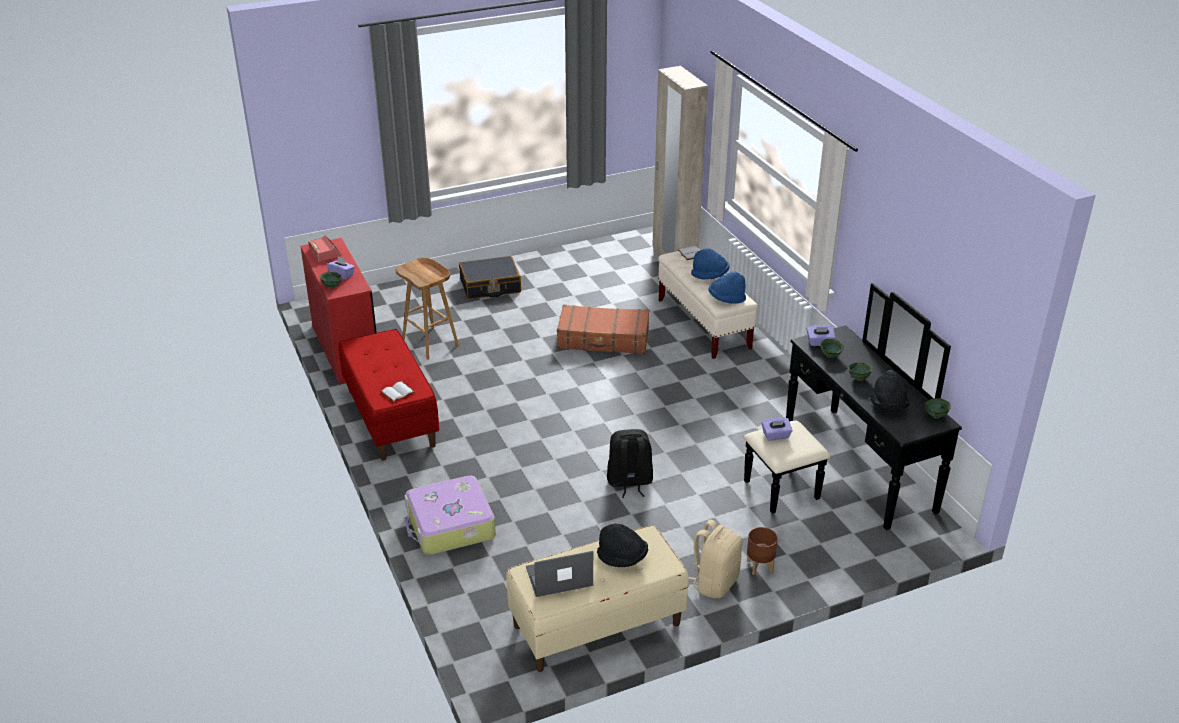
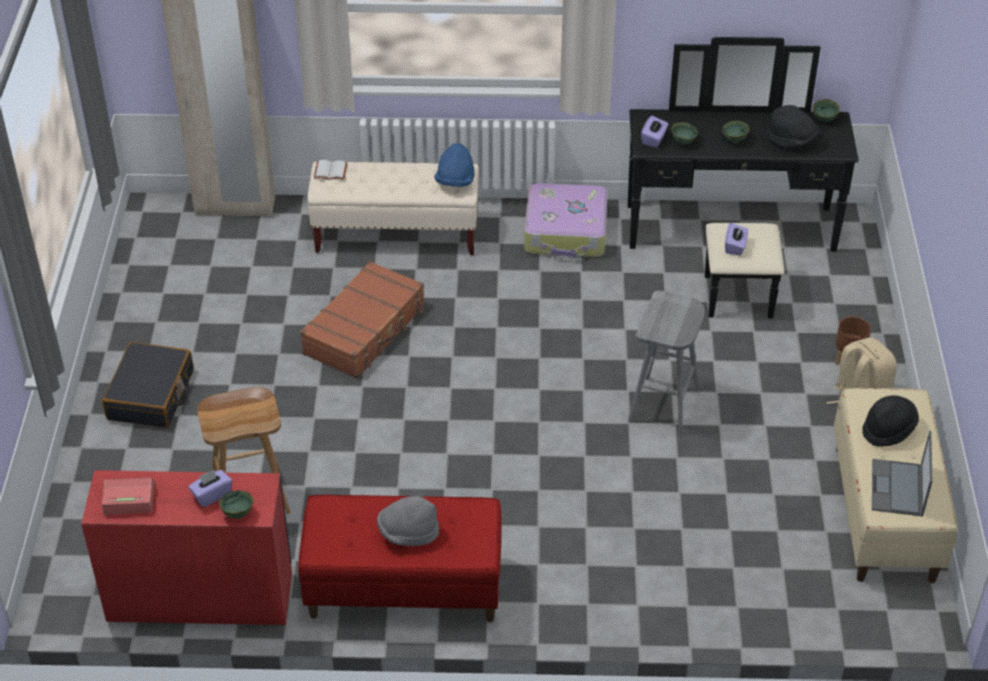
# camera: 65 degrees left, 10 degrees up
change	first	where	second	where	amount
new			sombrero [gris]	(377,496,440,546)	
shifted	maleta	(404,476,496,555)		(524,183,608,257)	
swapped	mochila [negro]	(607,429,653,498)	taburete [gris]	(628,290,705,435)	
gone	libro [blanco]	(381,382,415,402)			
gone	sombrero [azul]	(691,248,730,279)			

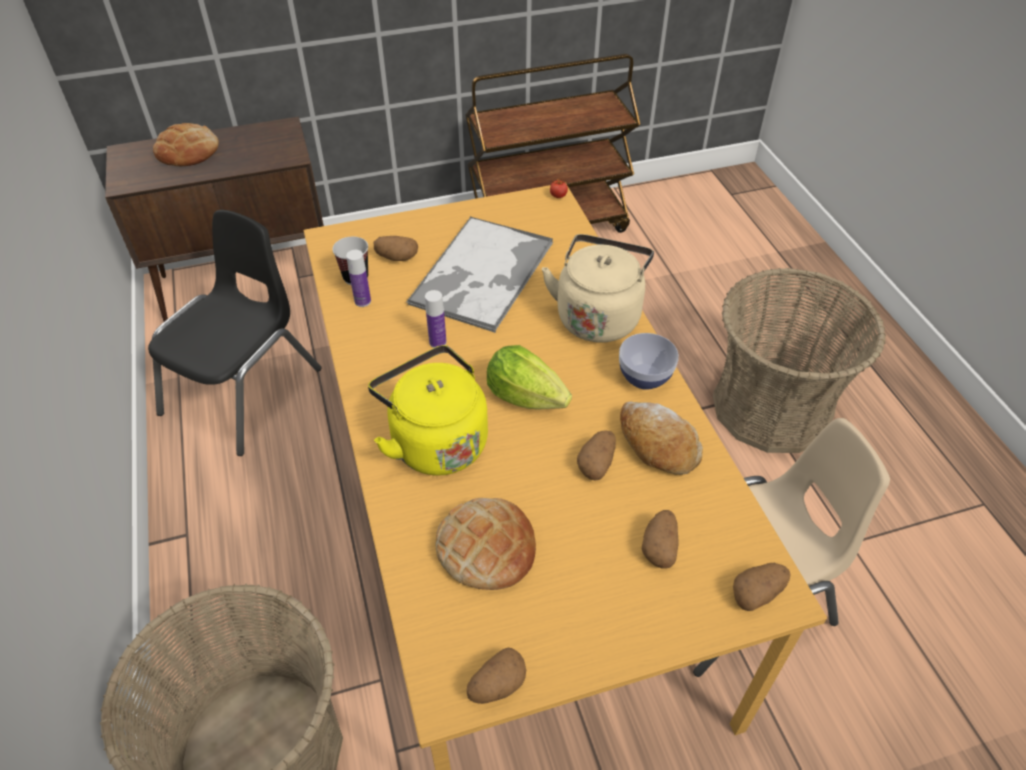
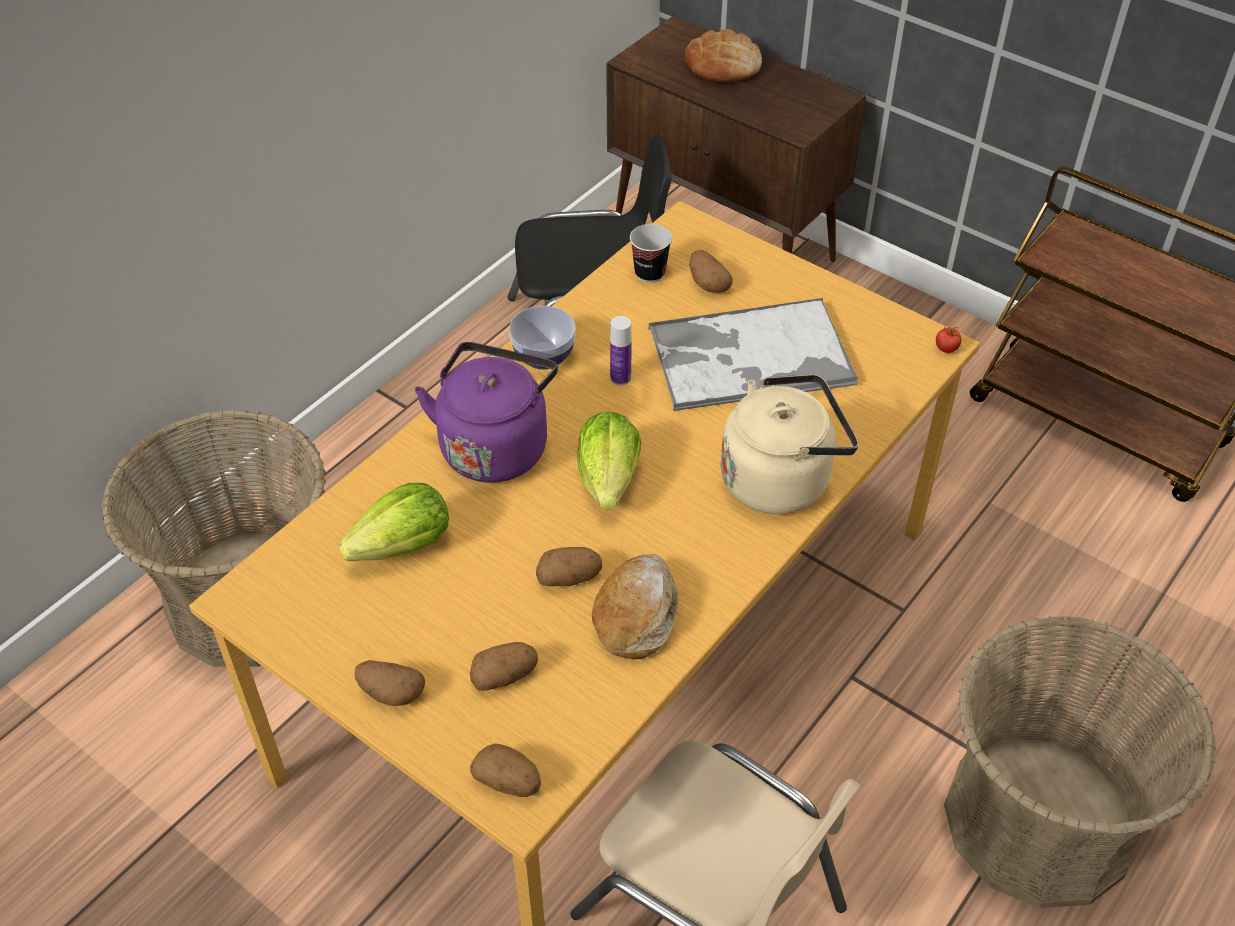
# camera: 55 degrees right, 0 degrees up
change	first	where	second	where	amount
swapped	pan	(436,498,536,590)	lechuga	(339,483,449,561)	
shifted	patata	(467,648,526,704)		(354,660,425,706)	
repainted	hervidor [amarillo]	(368,345,488,475)	hervidor [morado]	(415,342,558,483)	
shifted	cuenco	(619,333,679,390)		(509,306,576,370)	
gone	botella	(346,250,371,307)			

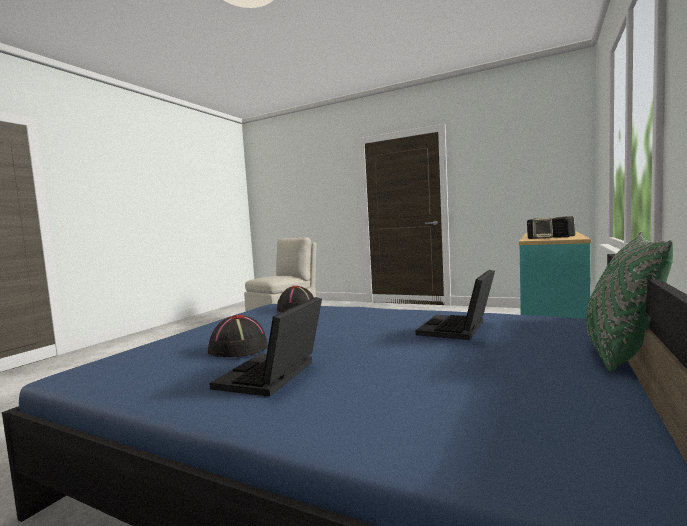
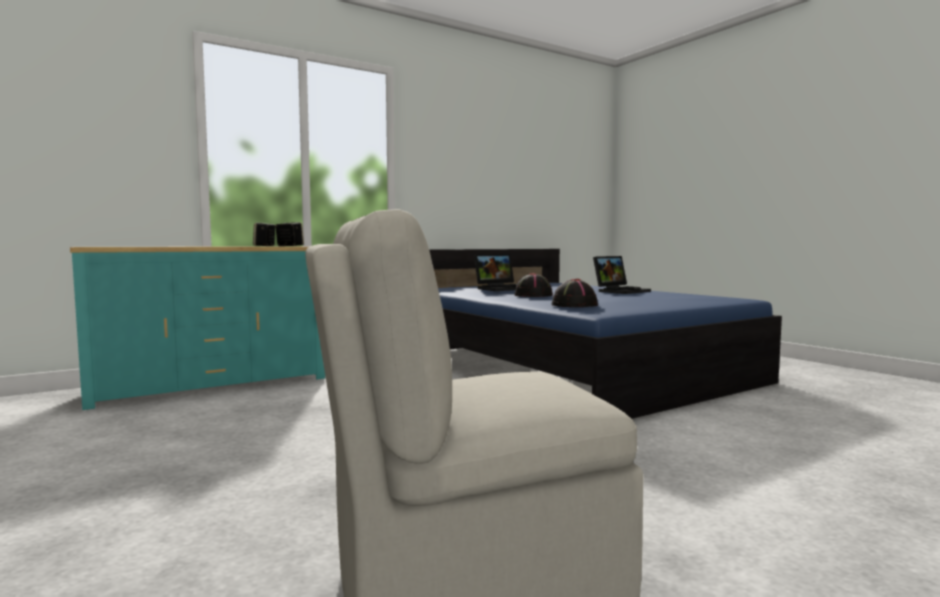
# camera: 150 degrees left, 0 degrees up
change	first	where	second	where	amount
shifted	sombrero [negro]	(208,315,268,357)		(514,273,553,297)	
gone	cojín [verde]	(586,232,673,372)			

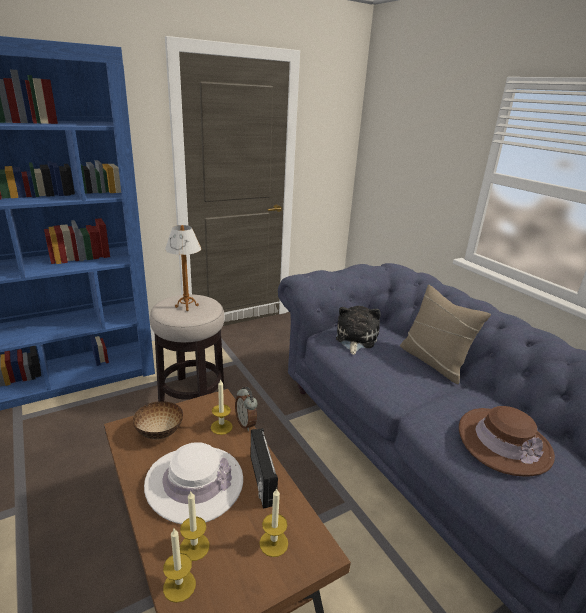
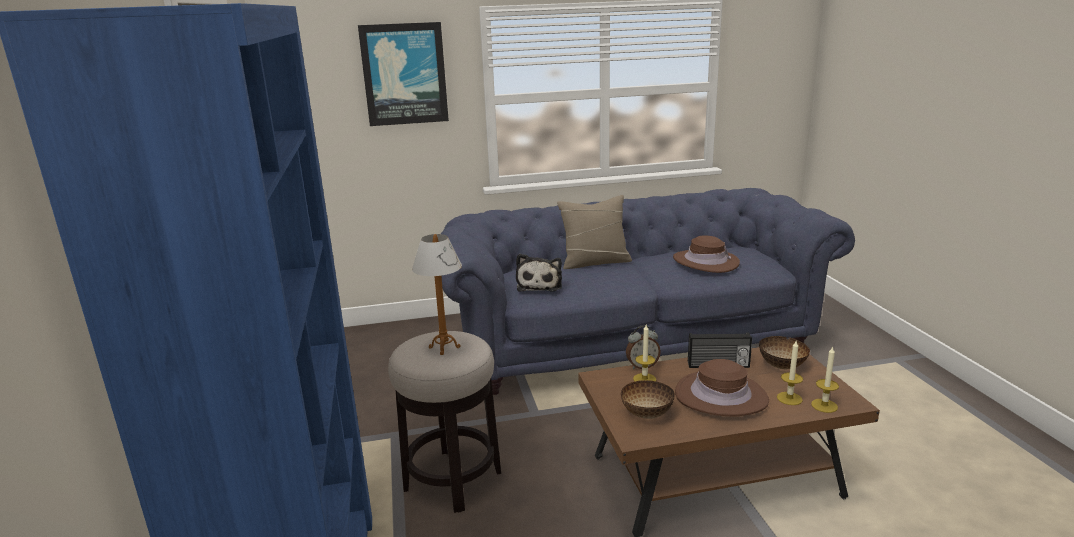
# camera: 70 degrees left, 5 degrees down
change	first	where	second	where	amount
new			cuadro	(358,22,449,126)	
rotated	peluche	(336,306,381,355)		(516,254,562,292)	120 degrees counterclockwise
repainted	sombrero [blanco]	(144,442,243,524)	sombrero [marrón]	(675,359,769,416)	
swapped	vela	(259,488,288,557)	cuenco	(759,336,810,369)	

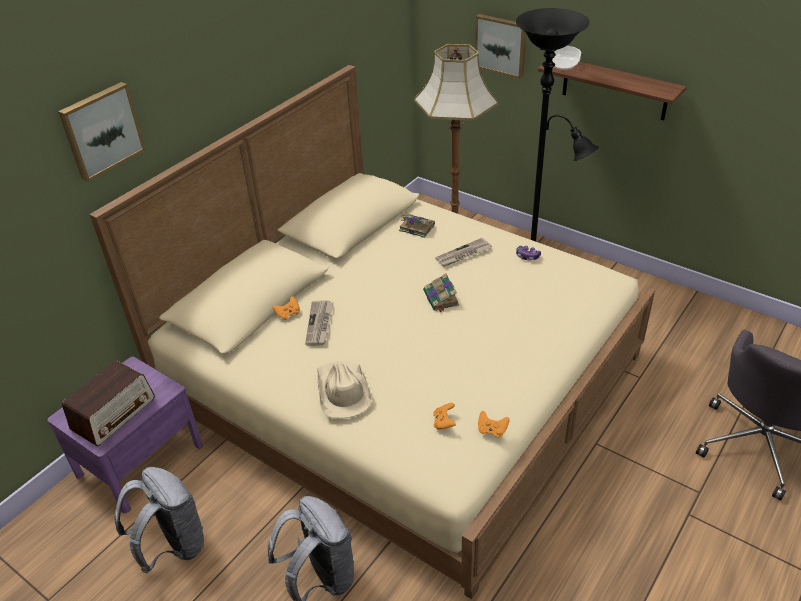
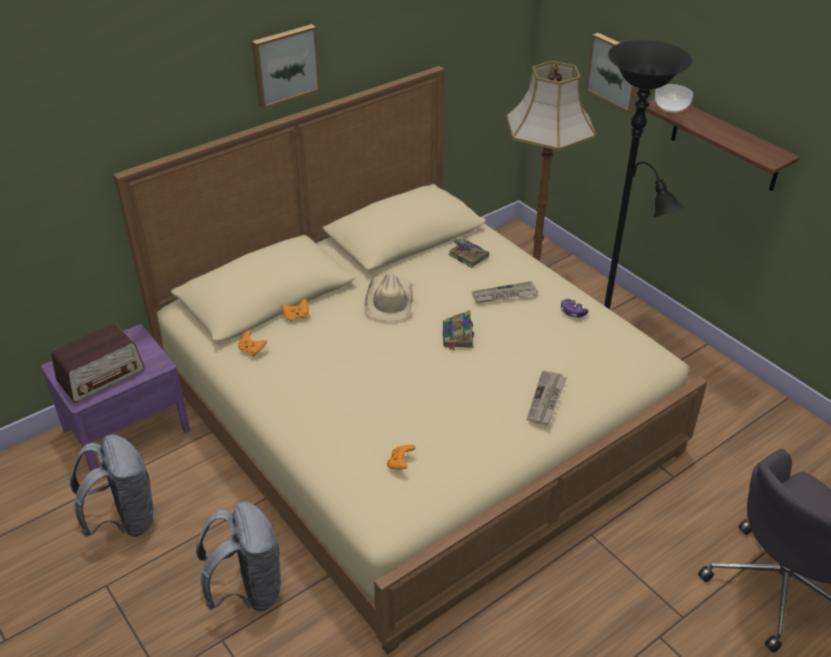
# camera: 15 degrees right, 0 degrees up
change	first	where	second	where	amount
shifted	mando de consola [naranja]	(478,411,509,438)		(238,331,267,357)	
shifted	cuadro	(58,82,146,182)		(252,24,321,109)	
shifted	sombrero [beis]	(317,361,372,418)		(364,272,413,322)	
shifted	periódico	(305,300,334,346)		(527,370,567,425)	

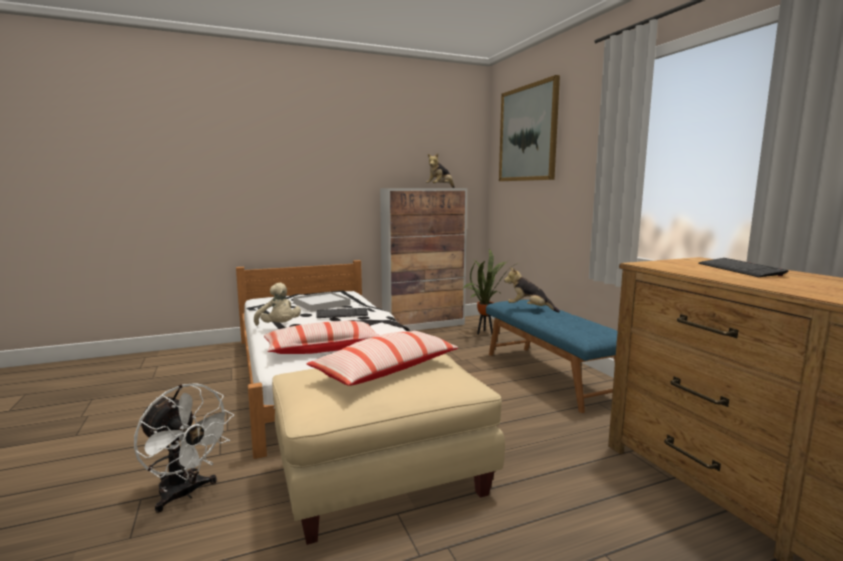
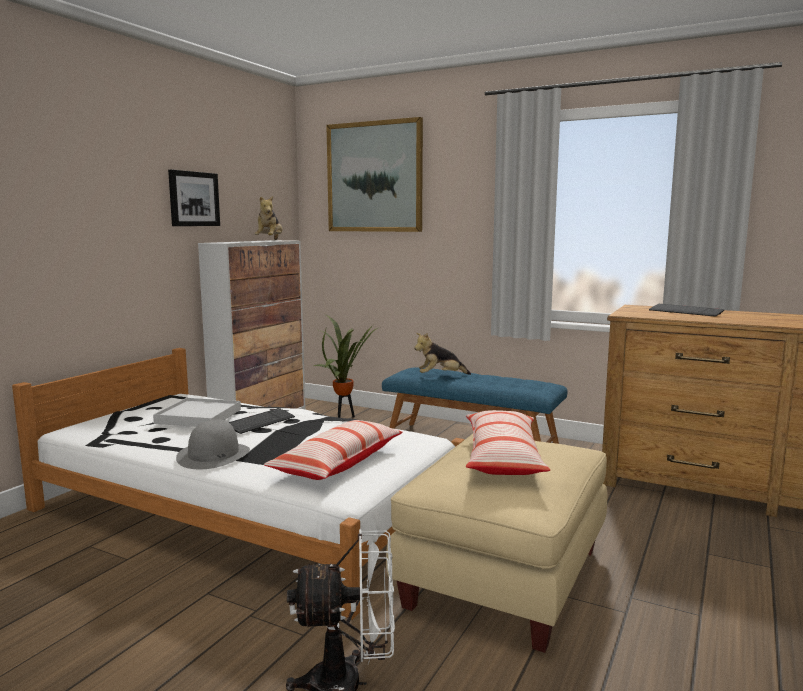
# camera: 40 degrees left, 0 degrees up
change	first	where	second	where	amount
new			cuadro	(168,170,220,226)	
swapped	peluche [beis]	(254,283,301,326)	sombrero [gris]	(176,419,250,469)	

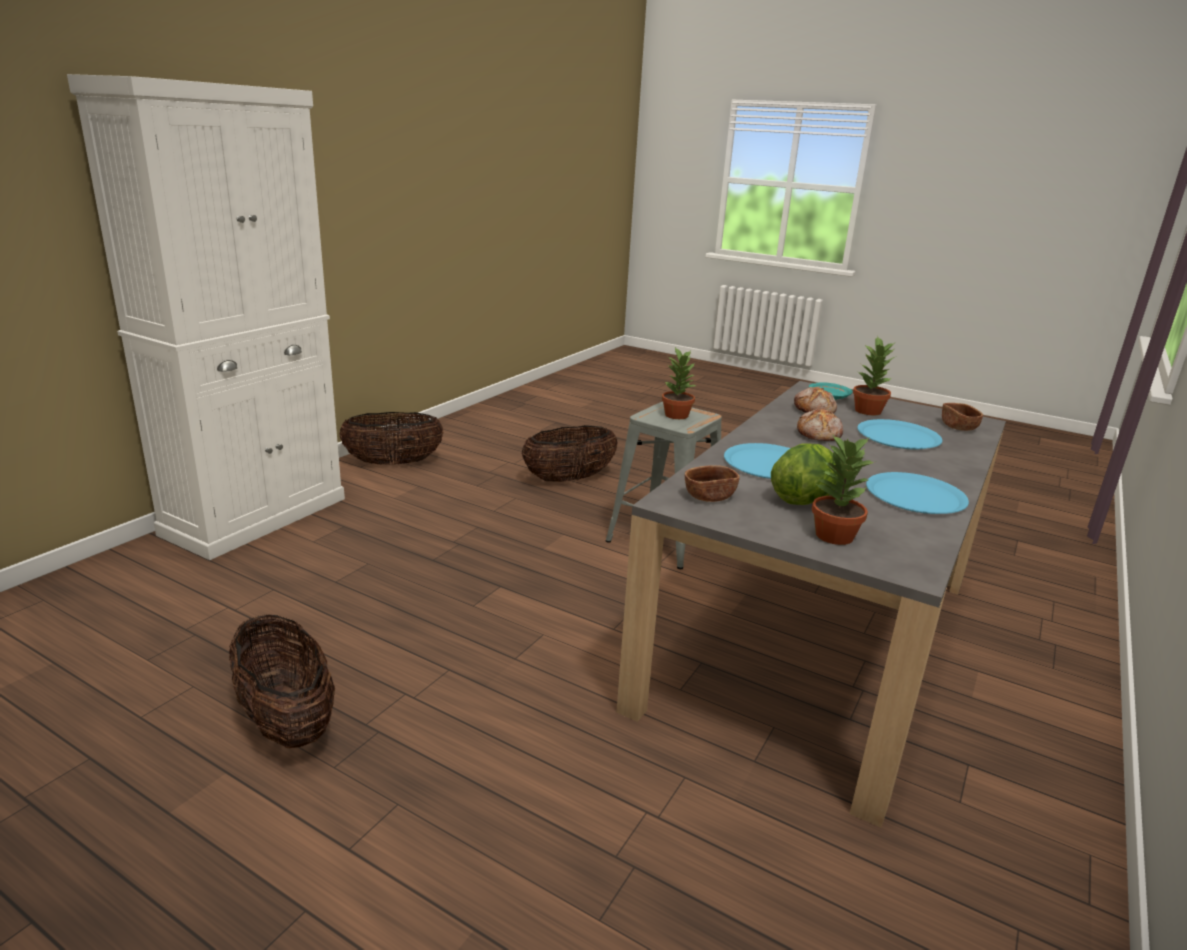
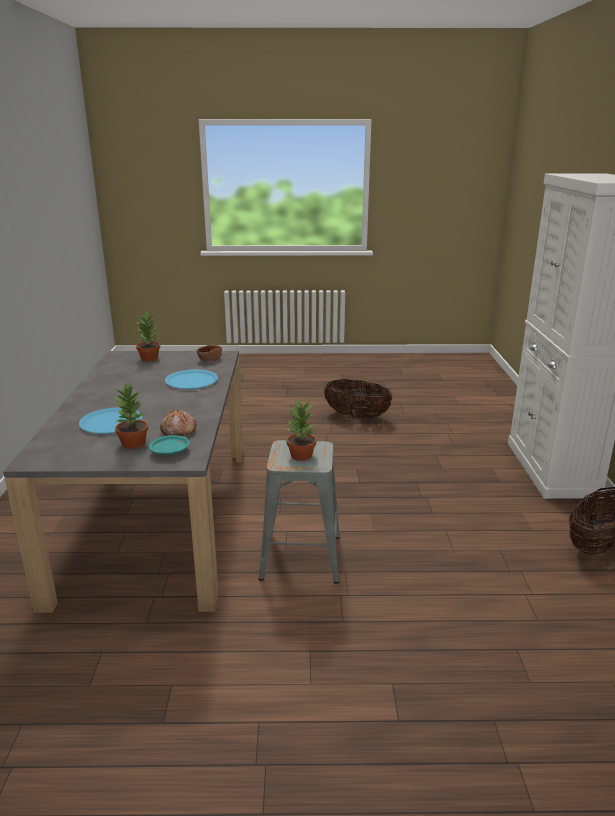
# camera: 150 degrees right, 0 degrees up
change	first	where	second	where	amount
gone	cesta	(522,425,618,482)			
gone	lechuga	(771,443,837,505)			
gone	pan	(797,409,843,441)			
gone	plato [azul]	(866,472,969,514)			
gone	cuenco [marrón]	(942,403,983,431)			

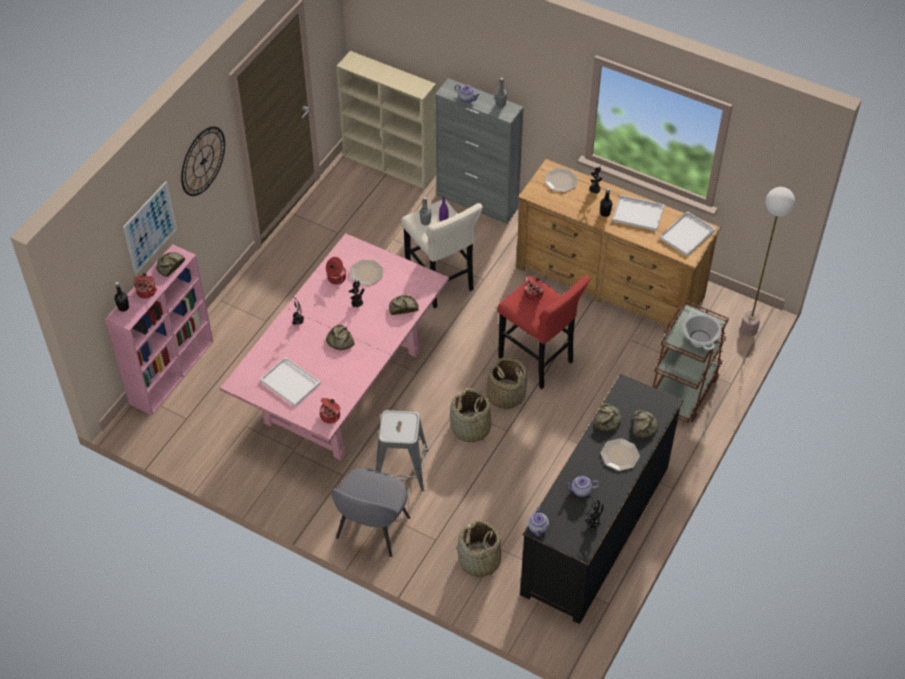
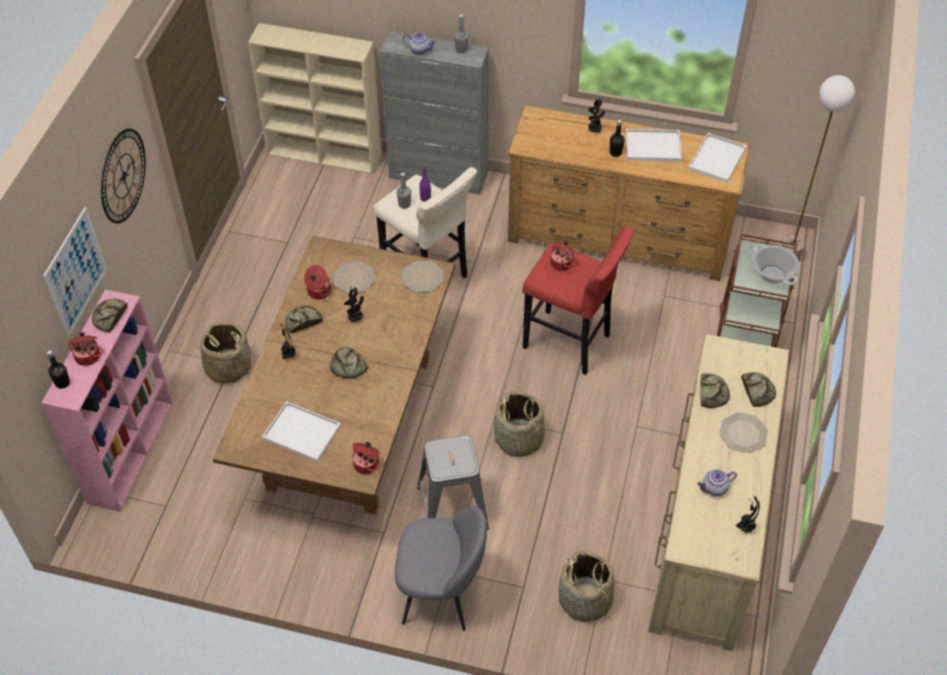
# camera: 15 degrees left, 0 degrees up
change	first	where	second	where	amount
shifted	cesta	(484,357,527,409)		(196,322,251,384)	
repainted	mesa de comedor [rosa]	(220,233,449,460)	mesa de comedor [marrón]	(213,236,455,515)	
shifted	pan	(389,295,419,315)		(285,305,323,333)	
rotated	silla [gris]	(332,468,410,557)		(395,506,487,631)	90 degrees counterclockwise
shifted	plato	(544,168,578,192)		(402,261,443,292)	
repainted	cómoda [negro]	(520,374,683,624)	cómoda [beis]	(648,334,790,651)	
gone	tetera	(528,506,549,536)			

